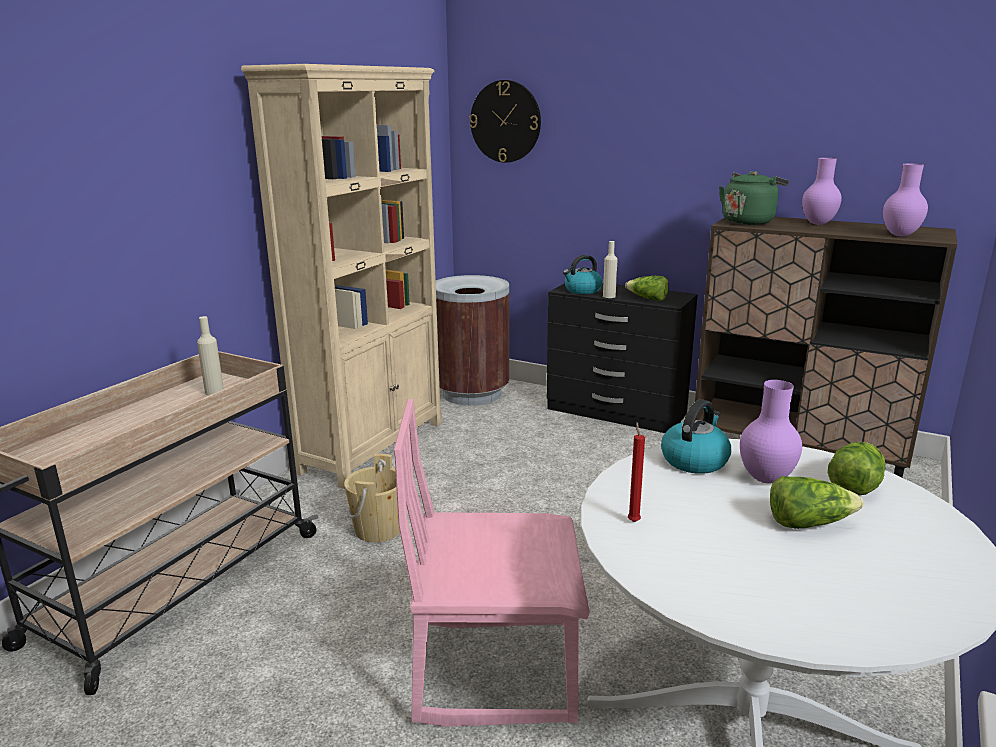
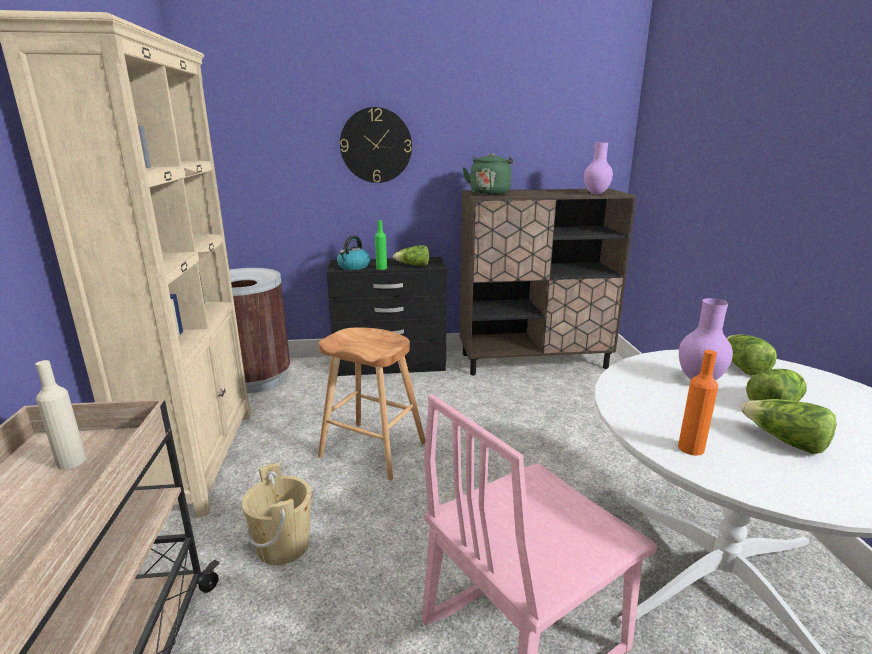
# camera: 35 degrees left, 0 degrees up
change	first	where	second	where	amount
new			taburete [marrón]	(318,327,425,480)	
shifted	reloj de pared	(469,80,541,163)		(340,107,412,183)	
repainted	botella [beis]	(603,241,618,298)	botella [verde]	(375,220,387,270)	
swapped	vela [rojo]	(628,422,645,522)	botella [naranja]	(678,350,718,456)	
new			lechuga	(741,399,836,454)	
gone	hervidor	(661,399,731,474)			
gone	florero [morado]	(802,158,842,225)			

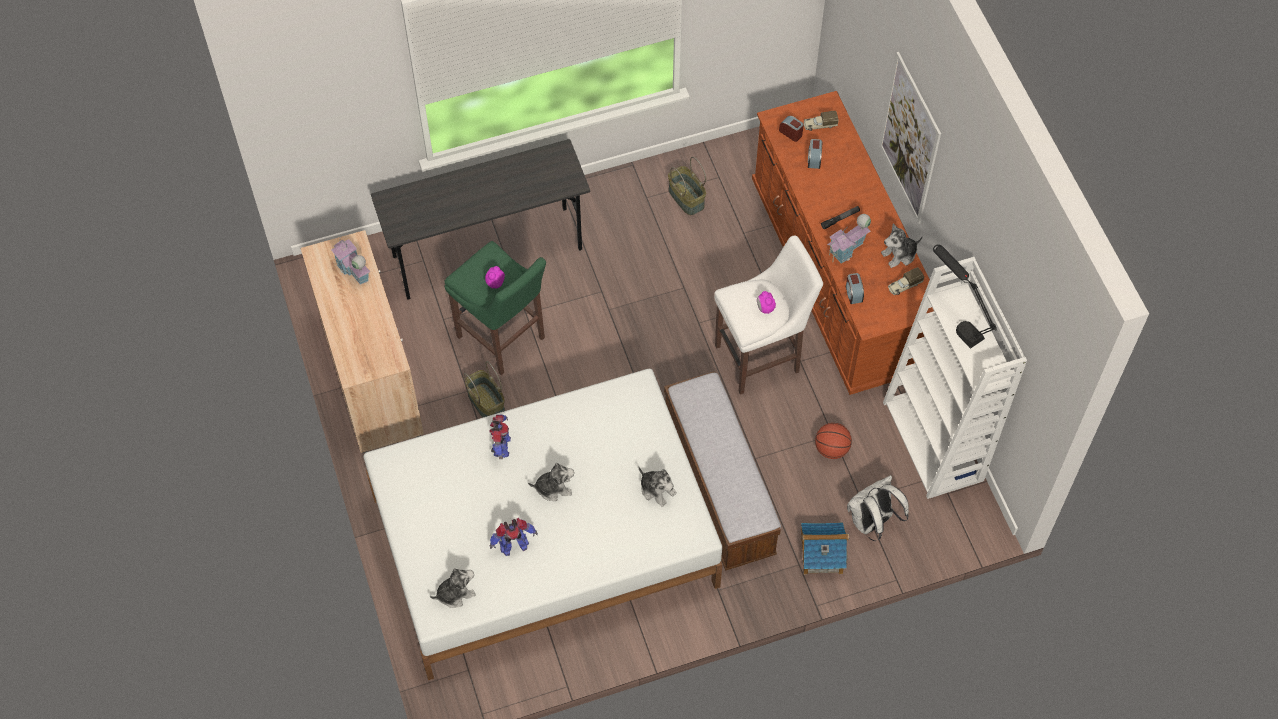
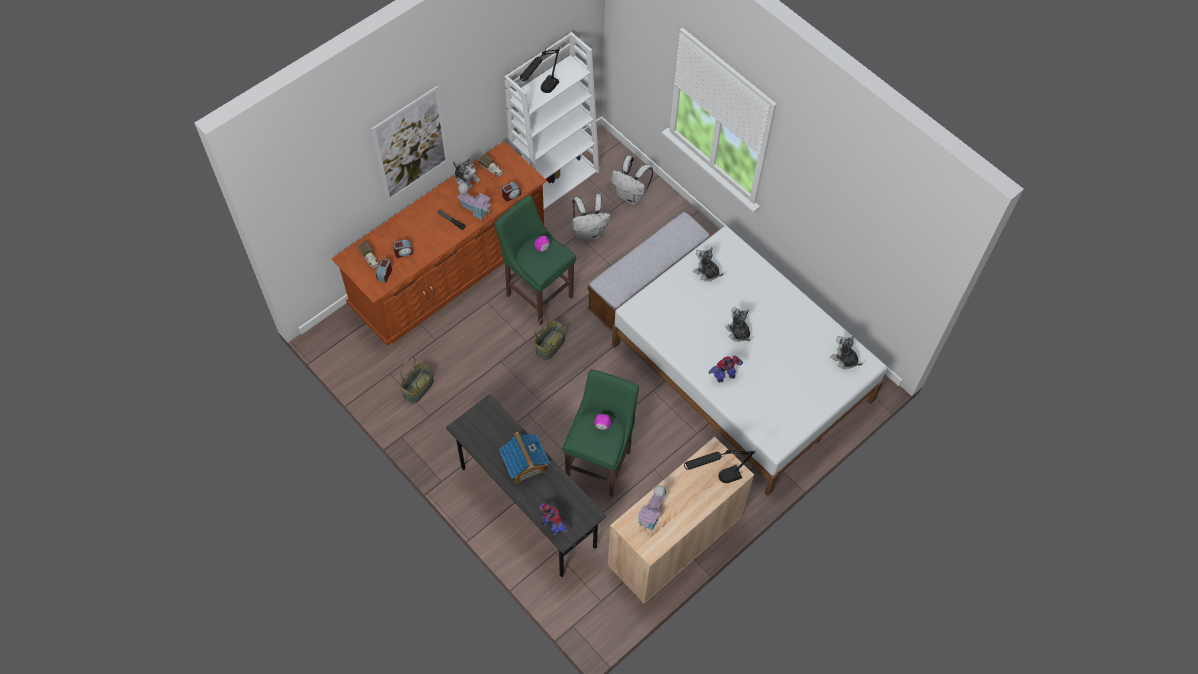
# camera: 115 degrees left, 0 degrees up
change	first	where	second	where	amount
repainted	taburete [blanco]	(714,235,823,395)	taburete [verde]	(495,195,576,325)	
shifted	casita	(801,522,849,575)		(499,432,550,484)	
shifted	cesta	(464,361,505,418)		(534,315,566,360)	
shifted	robot de juguete	(489,518,538,556)		(539,503,568,535)	
swapped	balón de baloncesto	(815,423,852,459)	mochila [blanco]	(572,194,610,240)	
new			lámpara de mesa [negro]	(684,449,755,483)	
rotated	peluche	(639,467,677,507)		(693,247,723,282)	75 degrees counterclockwise

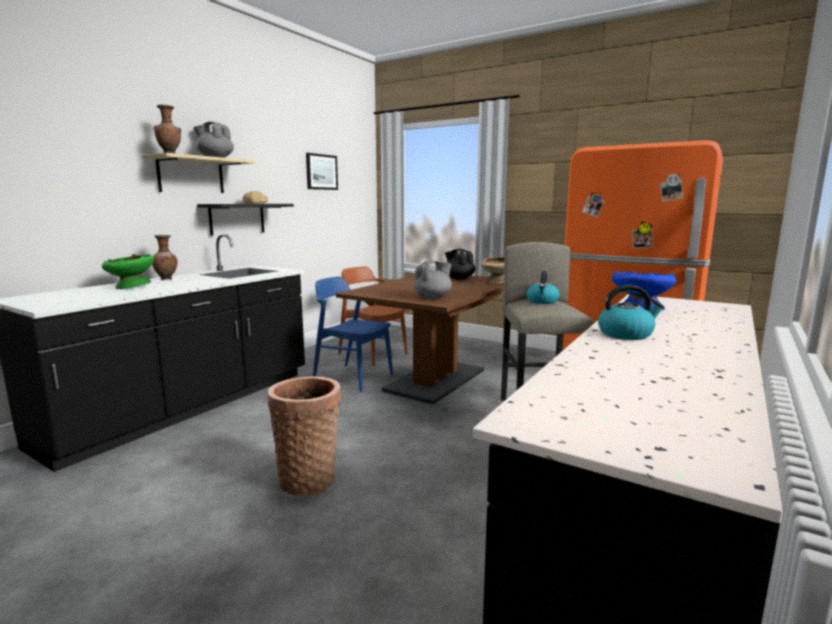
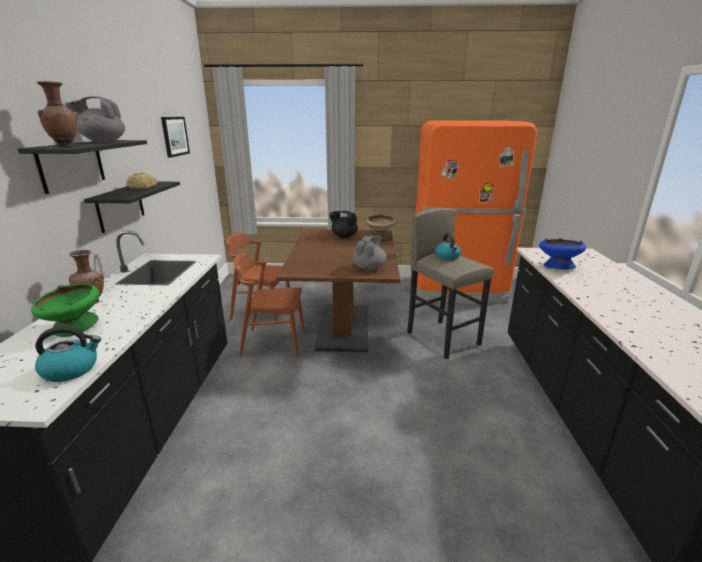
# camera: 30 degrees left, 10 degrees up
change	first	where	second	where	amount
repainted	estante [beis]	(142,153,255,193)	estante [negro]	(18,140,147,194)	
shifted	hervidor	(598,285,664,340)		(35,326,101,382)	
repainted	silla [azul]	(313,277,393,392)	silla [marrón]	(234,252,305,357)	
gone	cesta	(268,377,341,496)			

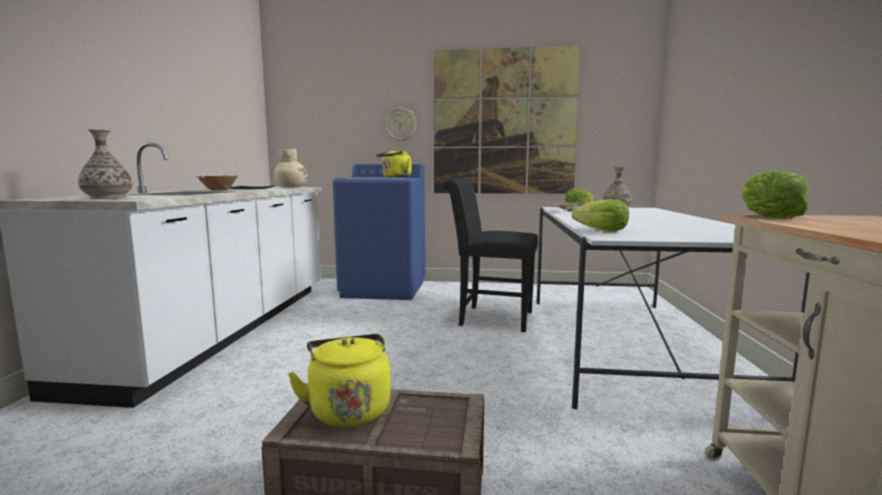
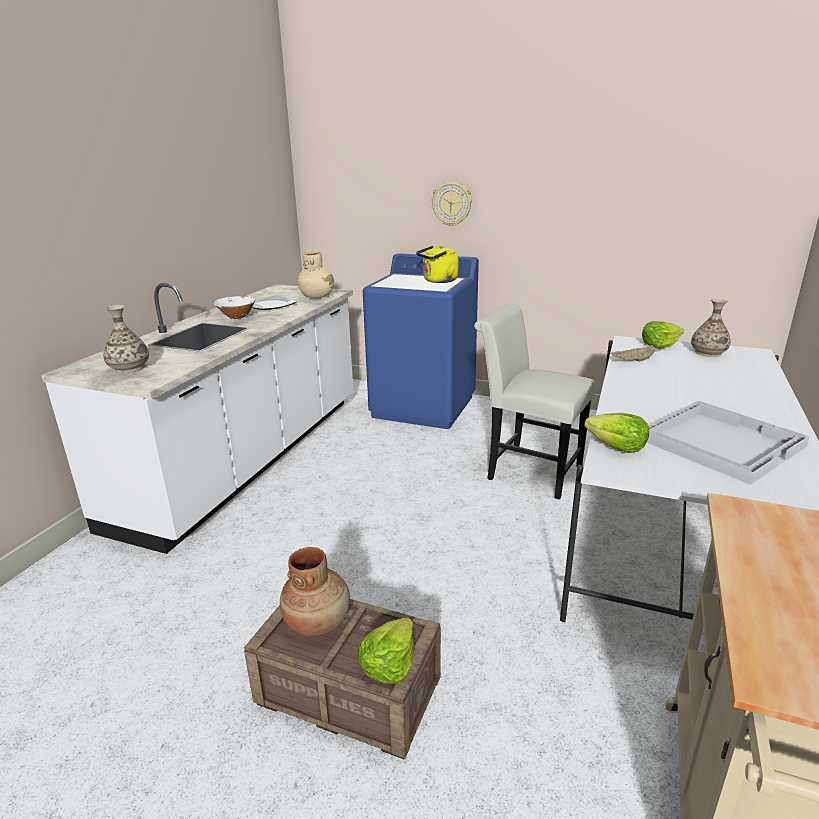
# camera: 15 degrees right, 15 degrees up
change	first	where	second	where	amount
swapped	hervidor [amarillo]	(288,334,391,427)	florero [marrón]	(280,547,350,636)	
shifted	lechuga	(741,171,809,218)		(358,617,414,684)	
repainted	silla [negro]	(442,179,538,332)	silla [blanco]	(474,303,596,500)	
new			bandeja [blanco]	(647,401,810,485)	
gone	cuadro	(434,46,581,194)			

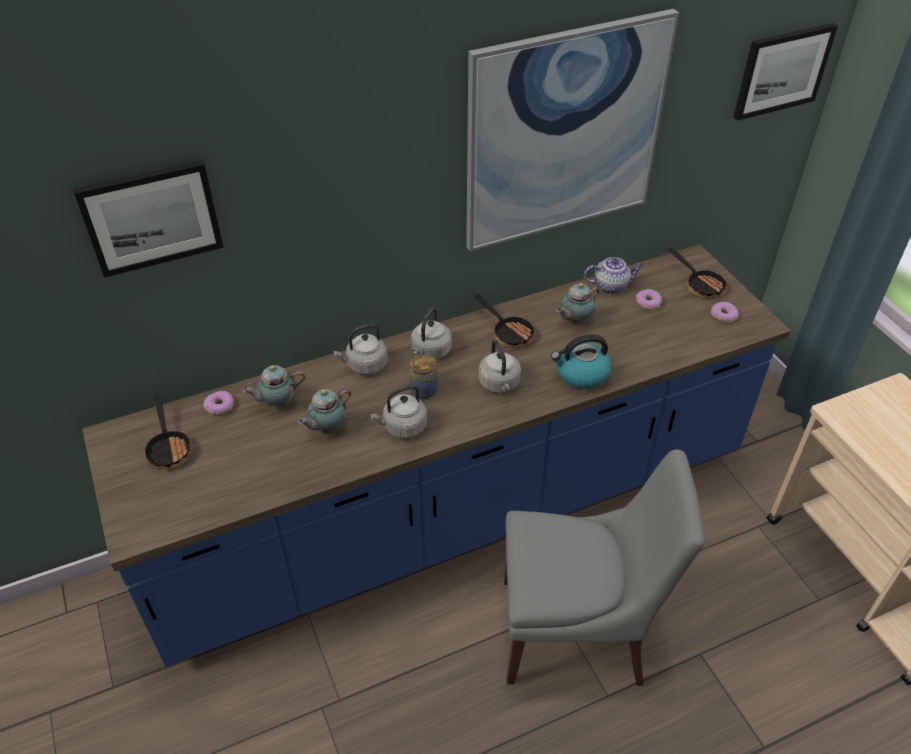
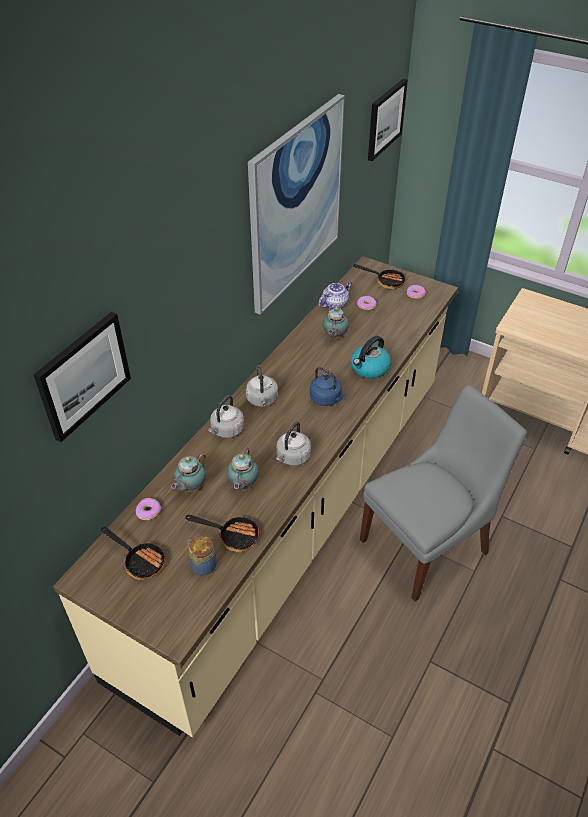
# camera: 35 degrees left, 0 degrees up
change	first	where	second	where	amount
repainted	mueble bajo de cocina [azul]	(82,244,791,667)	mueble bajo de cocina [beis]	(53,256,458,737)	
shifted	sartén	(475,295,536,348)		(185,515,259,552)	
shifted	tarro	(410,354,438,399)		(187,536,217,576)	
repainted	hervidor [gris]	(479,339,521,393)	hervidor [azul]	(310,367,346,406)	

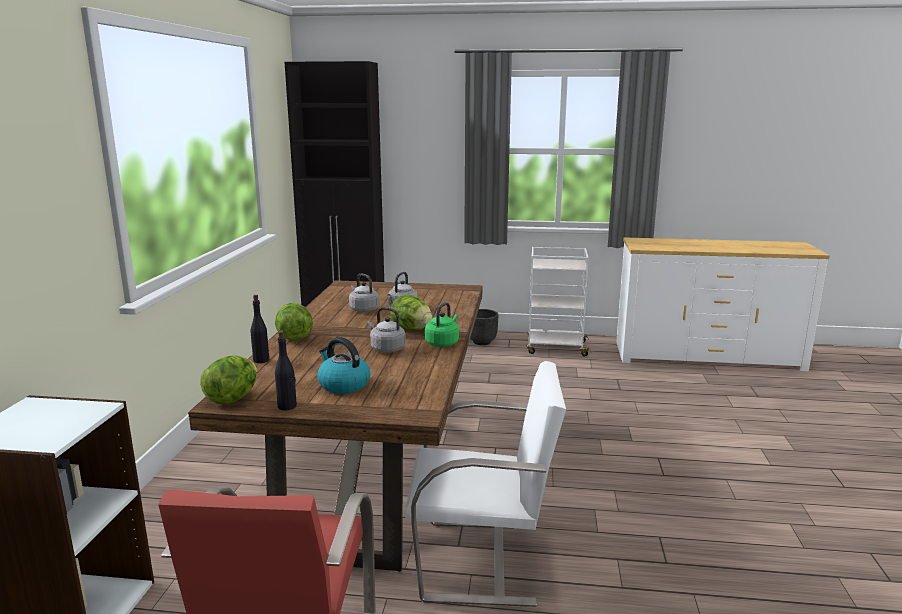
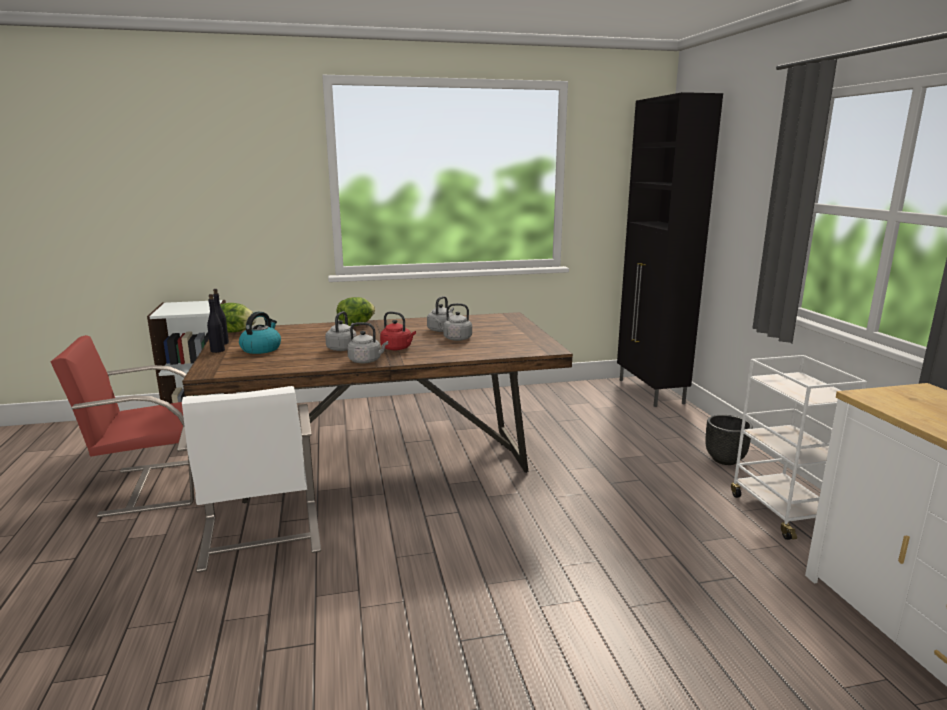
# camera: 70 degrees right, 0 degrees up
change	first	where	second	where	amount
shifted	botella [negro]	(251,295,269,363)		(207,294,225,353)	
repainted	hervidor [verde]	(425,302,459,347)	hervidor [gris]	(347,322,388,363)	
swapped	lechuga	(390,295,433,330)	hervidor [rojo]	(380,311,416,350)	

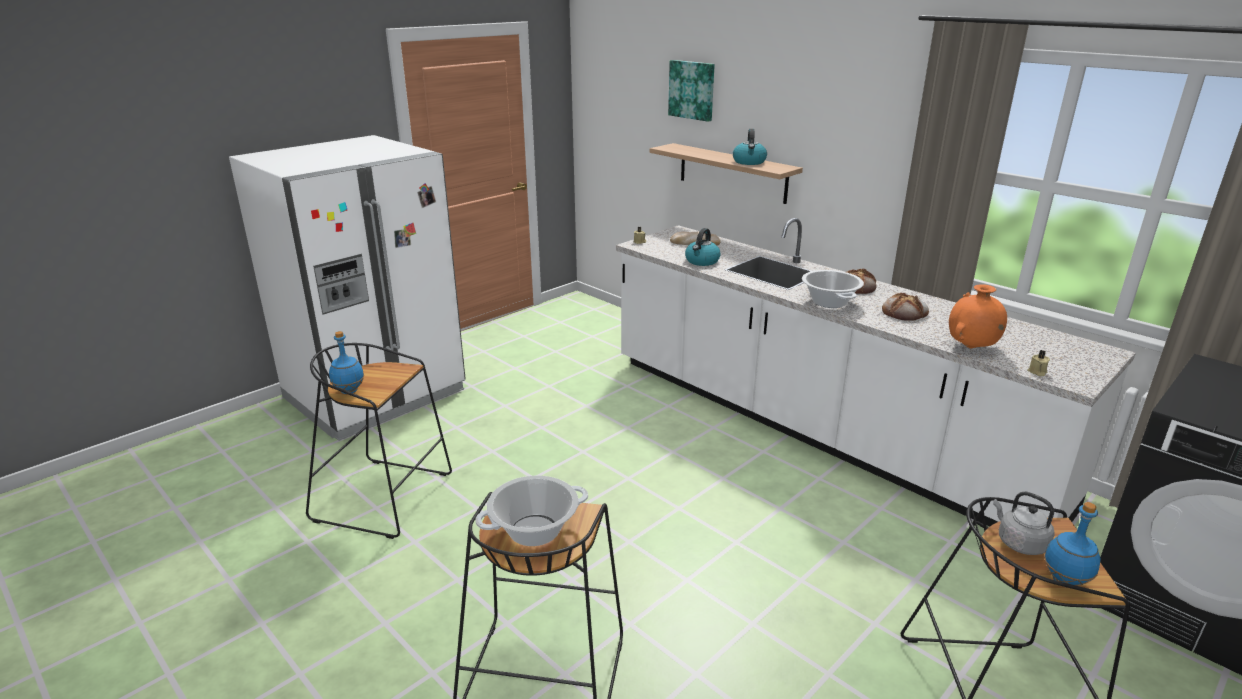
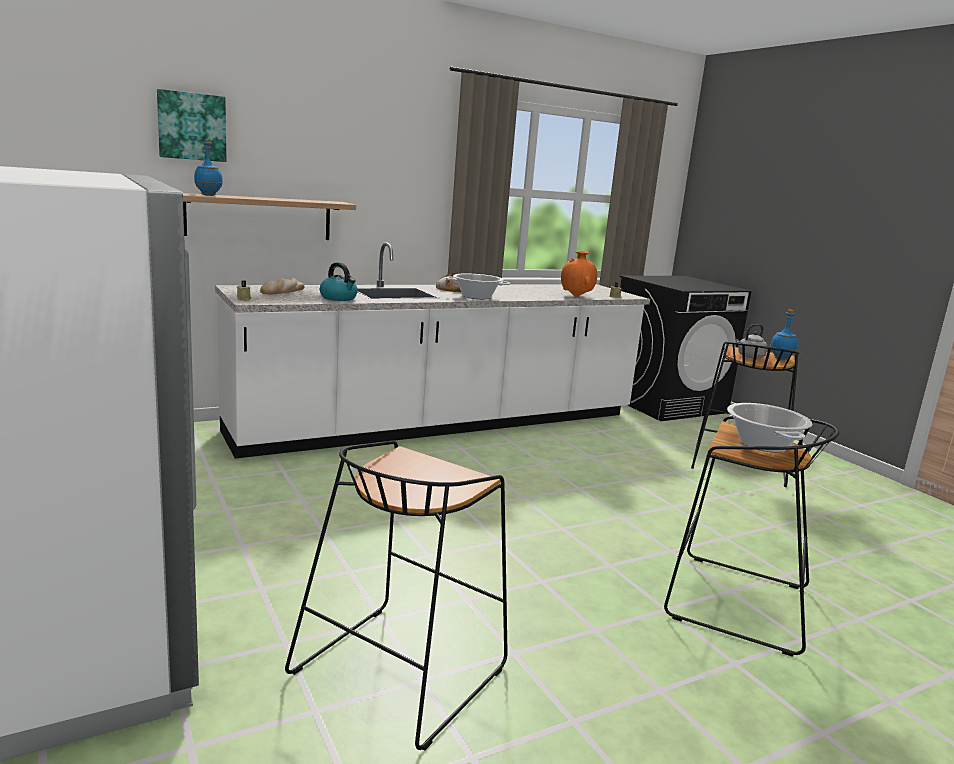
# camera: 75 degrees left, 10 degrees down
change	first	where	second	where	amount
shifted	botella [azul]	(329,331,364,394)		(194,139,223,196)	
gone	hervidor	(733,129,767,165)			
gone	pan	(882,293,929,321)			

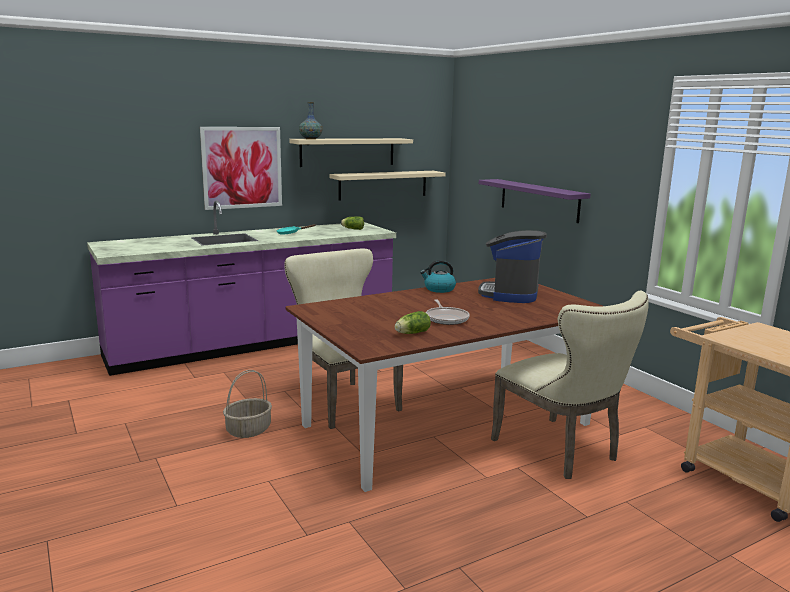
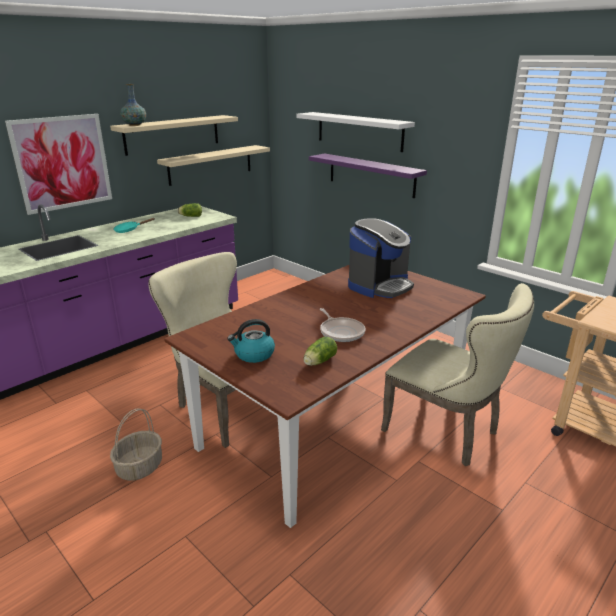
# camera: 15 degrees left, 10 degrees up
change	first	where	second	where	amount
shifted	hervidor	(420,260,456,293)		(227,319,275,363)	
new			estante [blanco]	(297,112,415,152)	
rotated	cafetera	(478,230,547,303)		(348,218,414,298)	135 degrees counterclockwise

